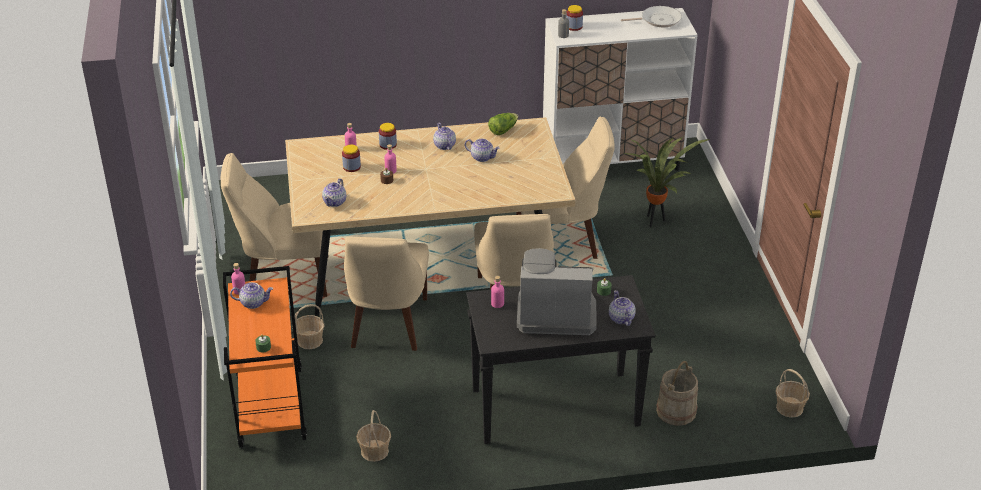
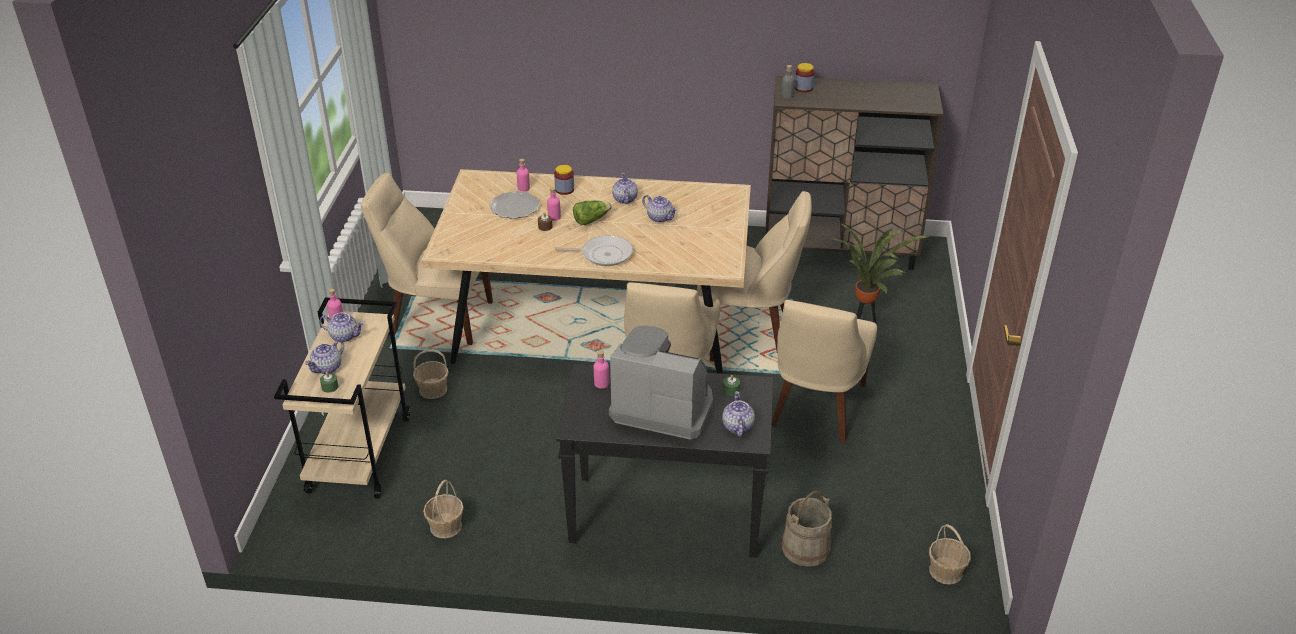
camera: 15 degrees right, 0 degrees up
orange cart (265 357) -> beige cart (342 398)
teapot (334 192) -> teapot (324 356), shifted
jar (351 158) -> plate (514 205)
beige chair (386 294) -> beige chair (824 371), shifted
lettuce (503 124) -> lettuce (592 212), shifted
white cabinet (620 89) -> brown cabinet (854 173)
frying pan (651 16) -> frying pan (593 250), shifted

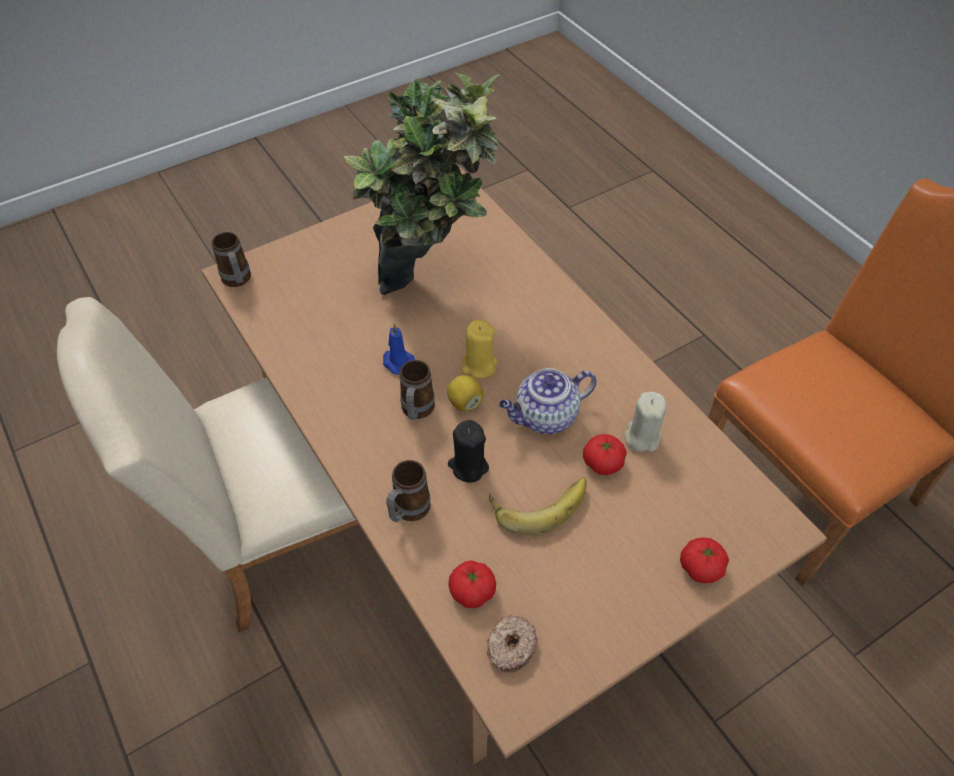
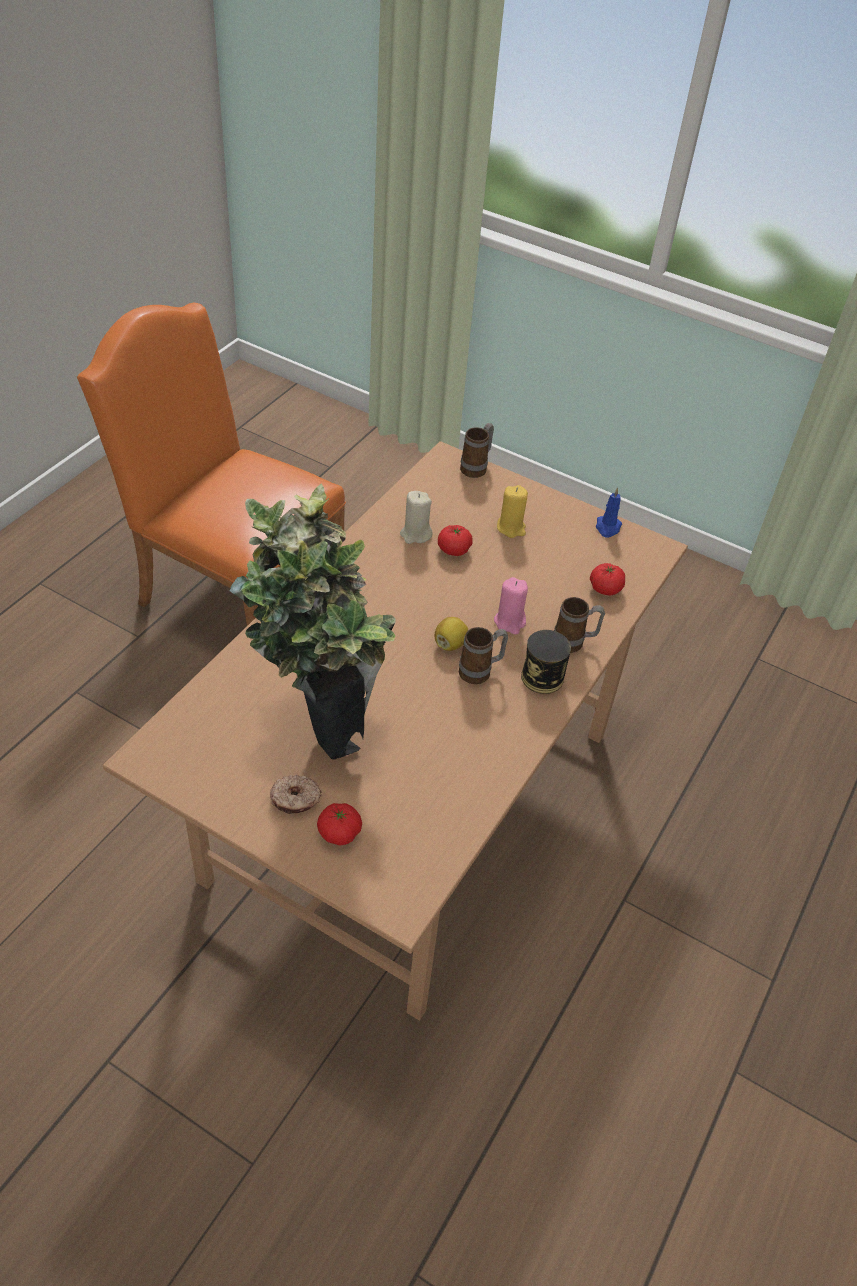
camera: 120 degrees left, 5 degrees down
beige chair (207 464) -> none
mug (231 259) -> mug (477 450), shifted
blue candle (399 349) -> blue candle (609 512), shifted
black candle (468 451) -> pink candle (511 605)
yellow candle (479 349) -> yellow candle (512 511), shifted
donut (512 643) -> donut (296 794), shifted
banana (537 506) -> none
teapot (548 401) -> none
tomato (704 560) -> tomato (339 824), shifted
none -> can (546 662)

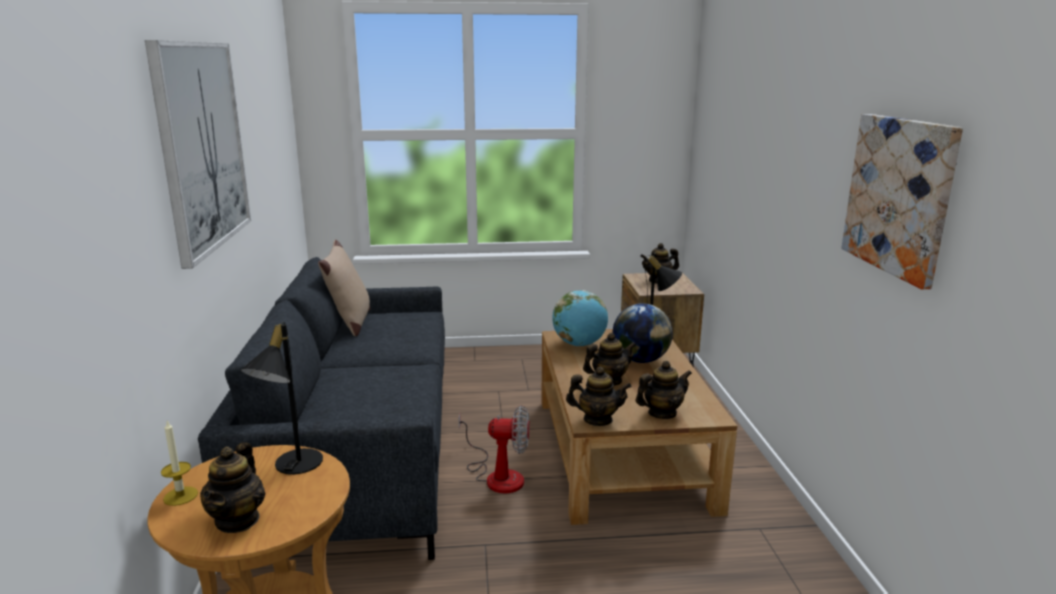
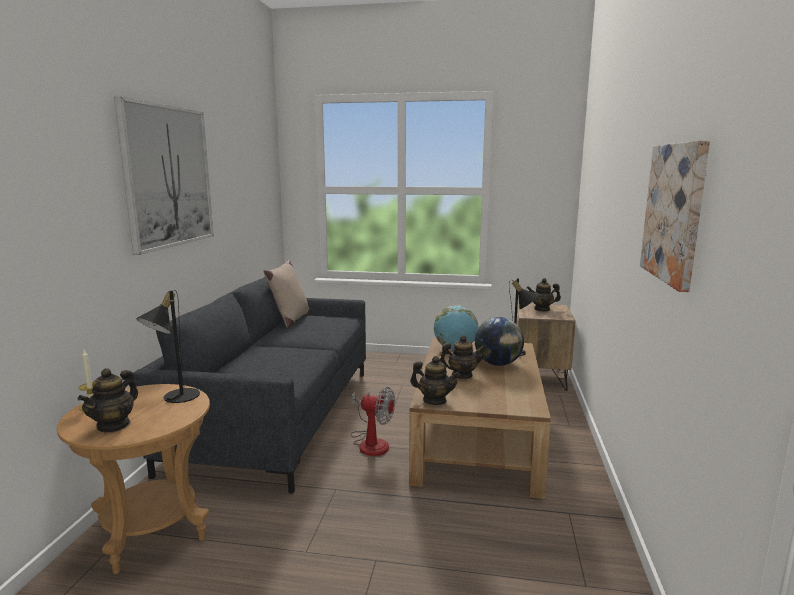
camera: 15 degrees right, 5 degrees down
teapot (664 390) -> none

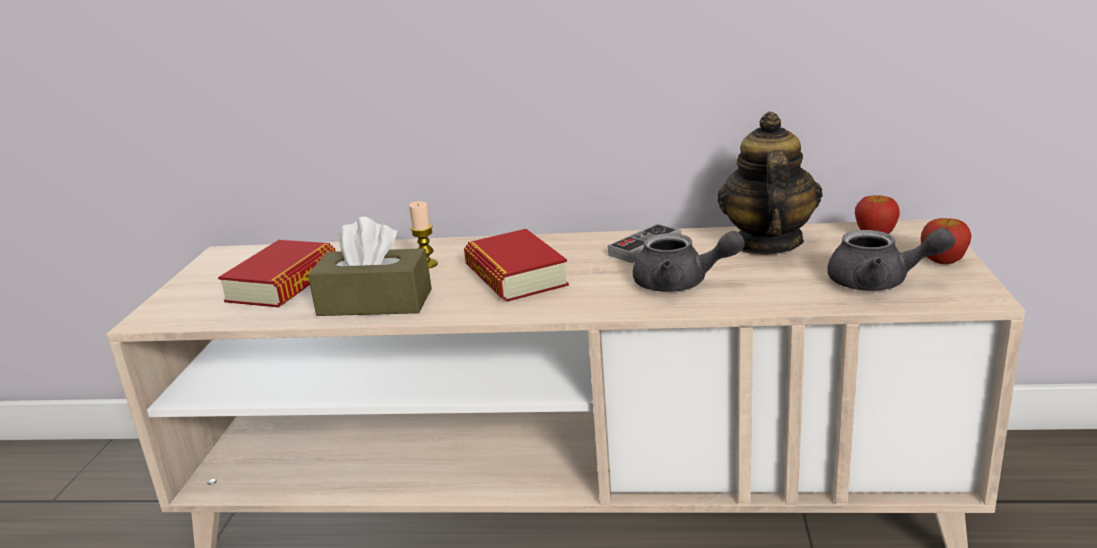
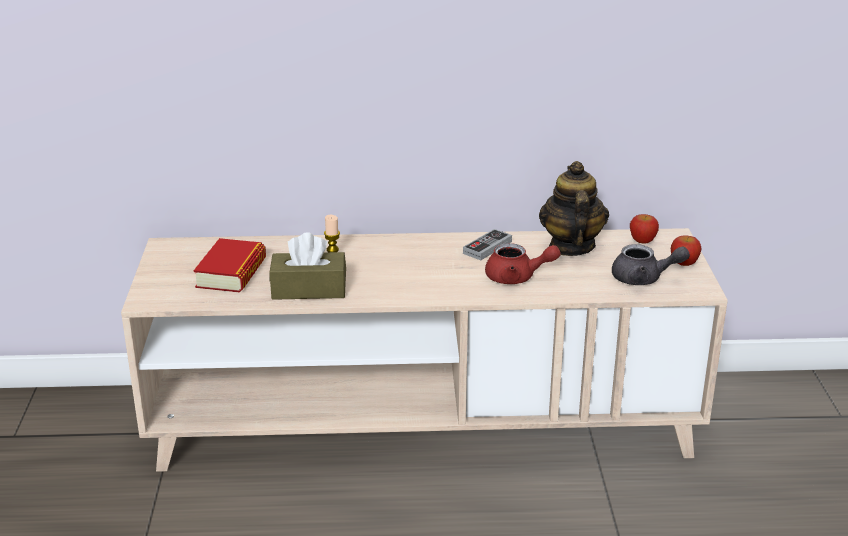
camera: 10 degrees left, 5 degrees up
book (516 265) -> none
grey teapot (689 261) -> red teapot (523 263)

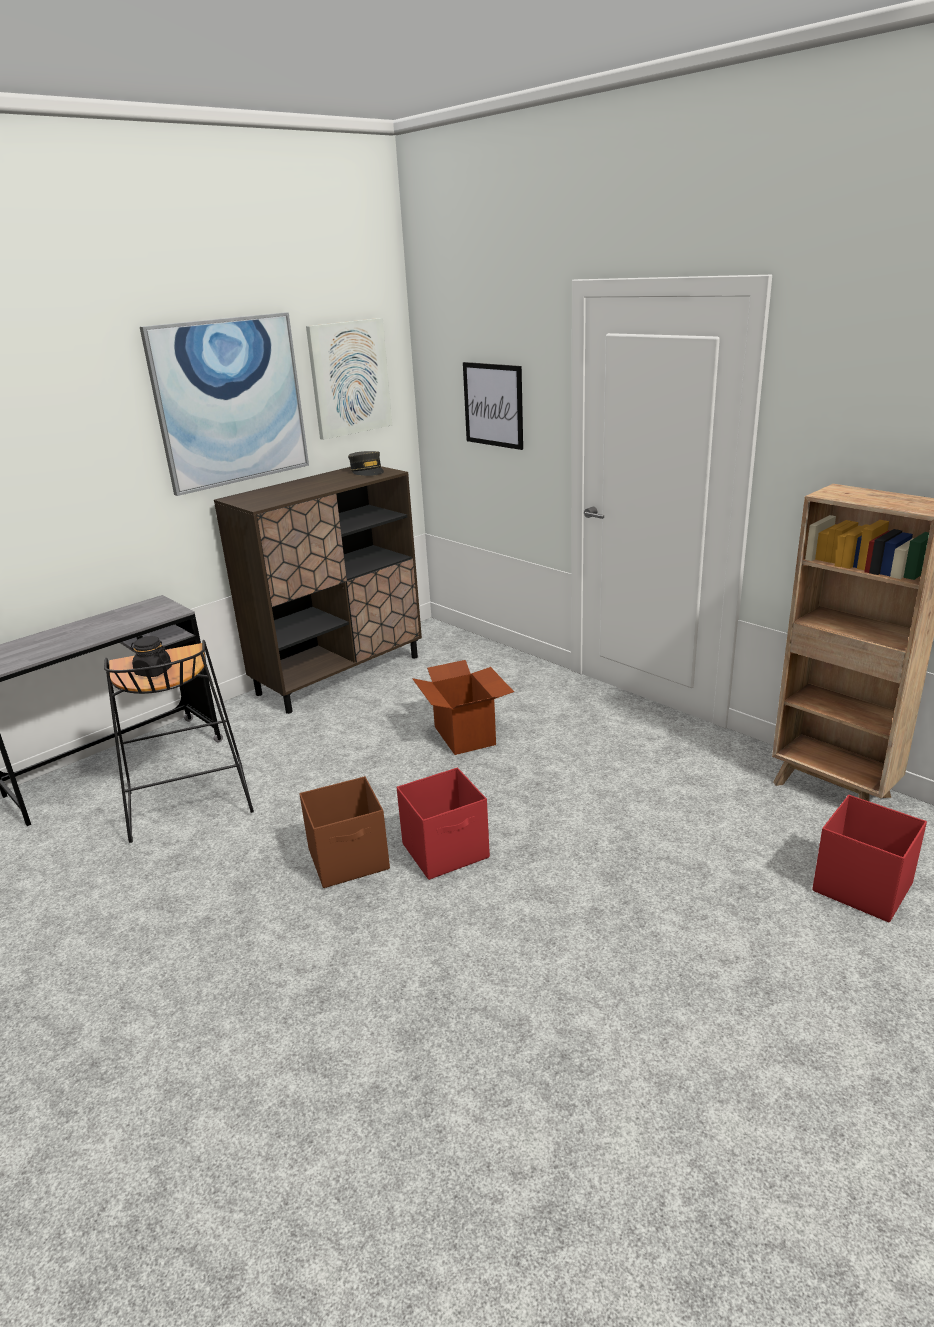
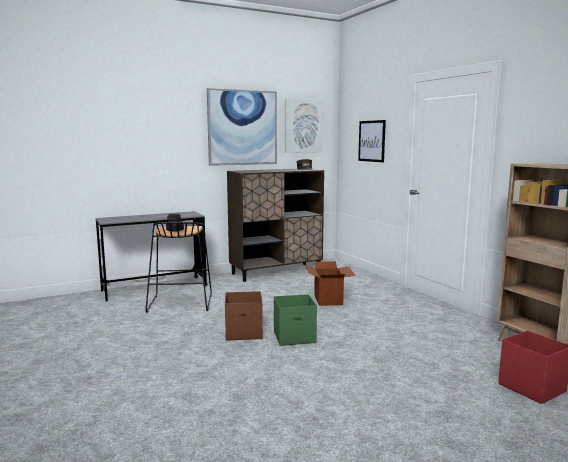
camera: 15 degrees right, 15 degrees down
red storage box (443 824) -> green storage box (295 320)

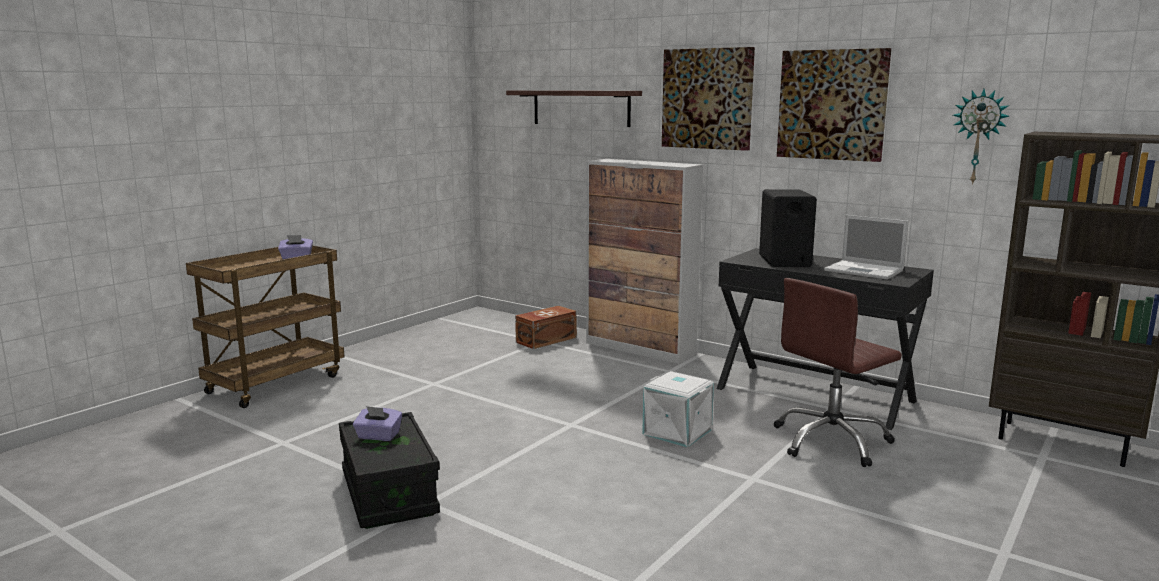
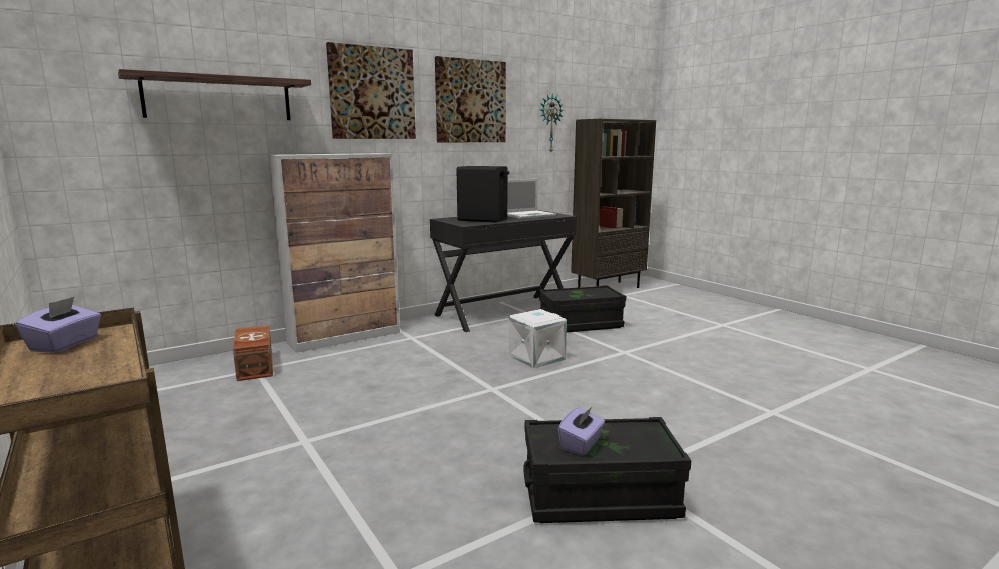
camera: 70 degrees left, 0 degrees up
brown office chair (837 372) -> black storage box (582 308)

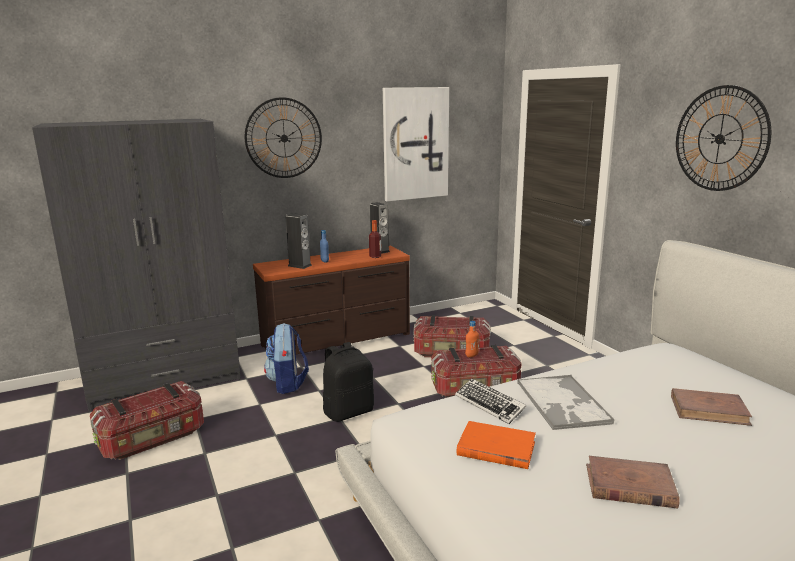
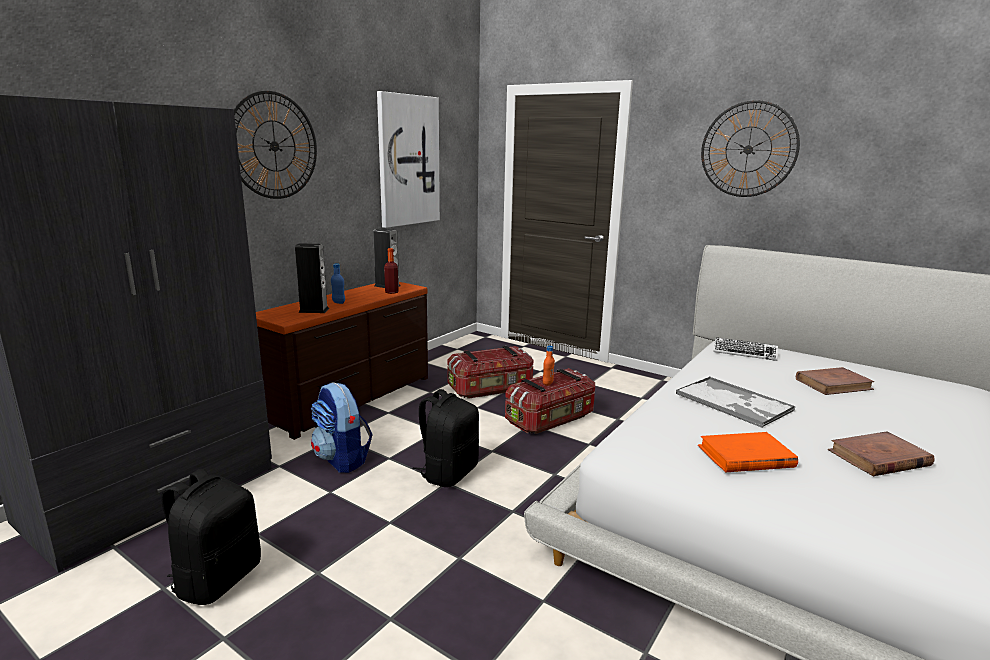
camera: 30 degrees left, 0 degrees up
storage box (147 420) -> black backpack (211 537)
keyboard (490 401) -> keyboard (746 349), shifted

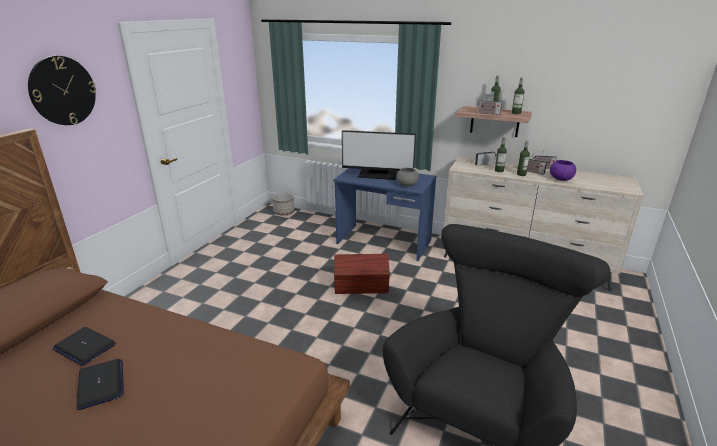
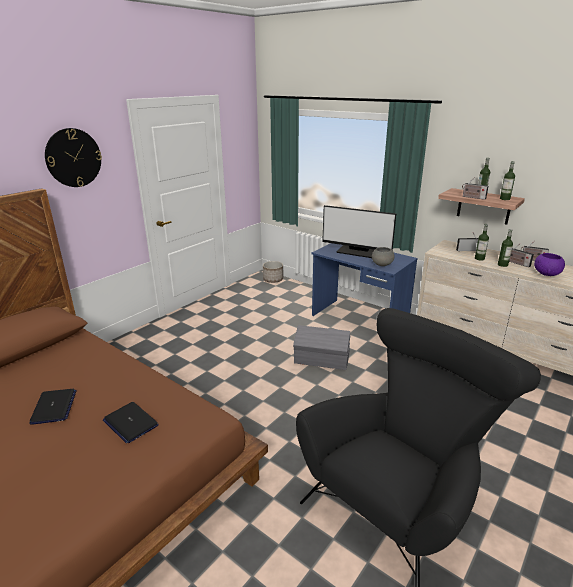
camera: 15 degrees right, 0 degrees up
laptop (84 346) -> laptop (131 422), shifted
brown storage box (362 274) -> grey storage box (321 347)

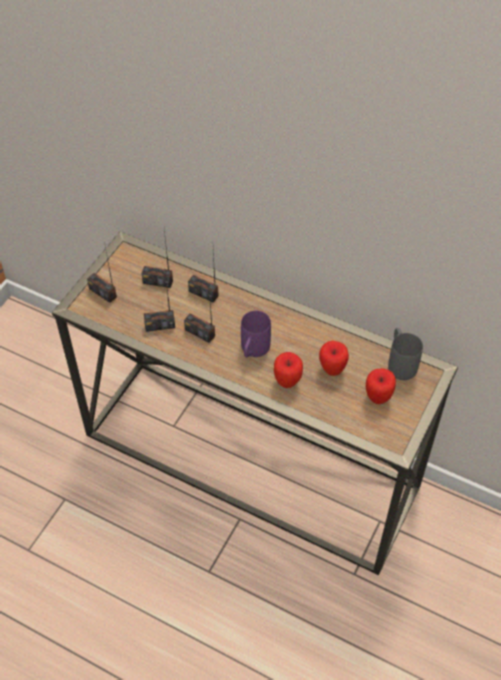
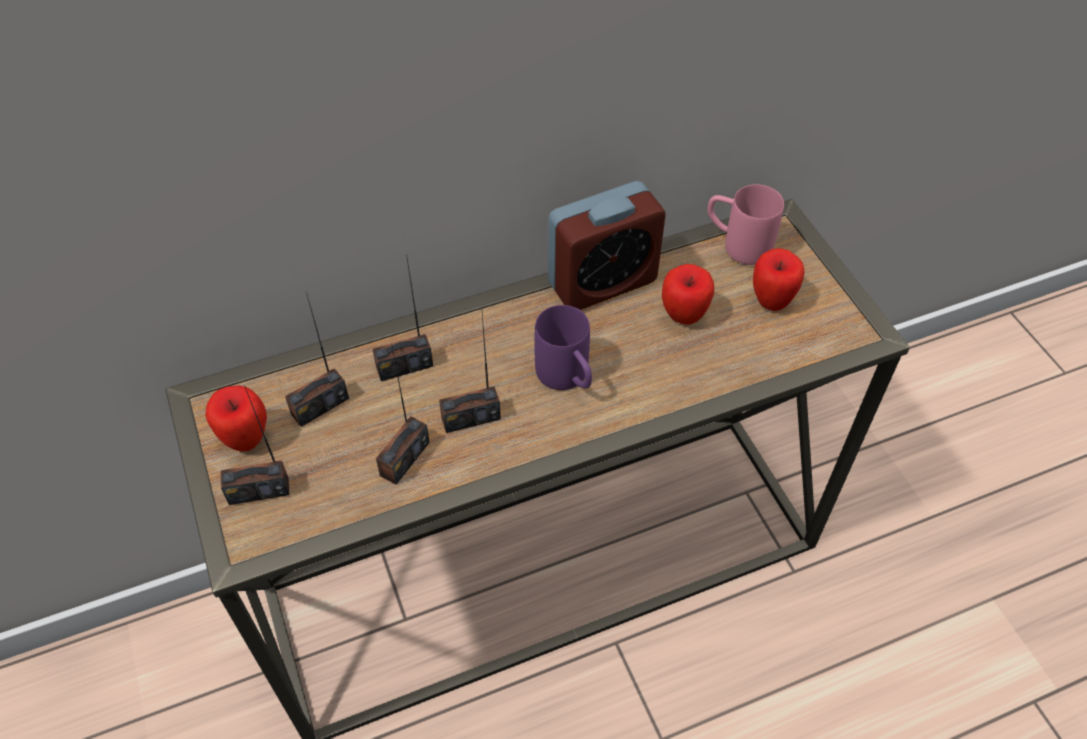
camera: 50 degrees left, 0 degrees up
apple (288 370) -> apple (236 419), shifted
grey mug (405 354) -> pink mug (745 224)
none -> alarm clock (607 245)

